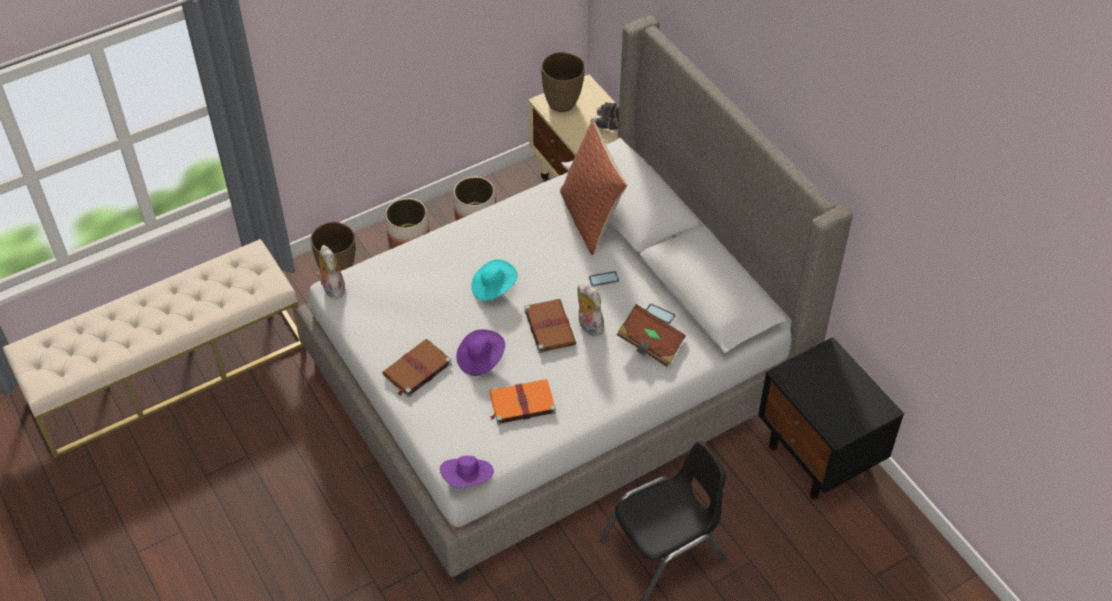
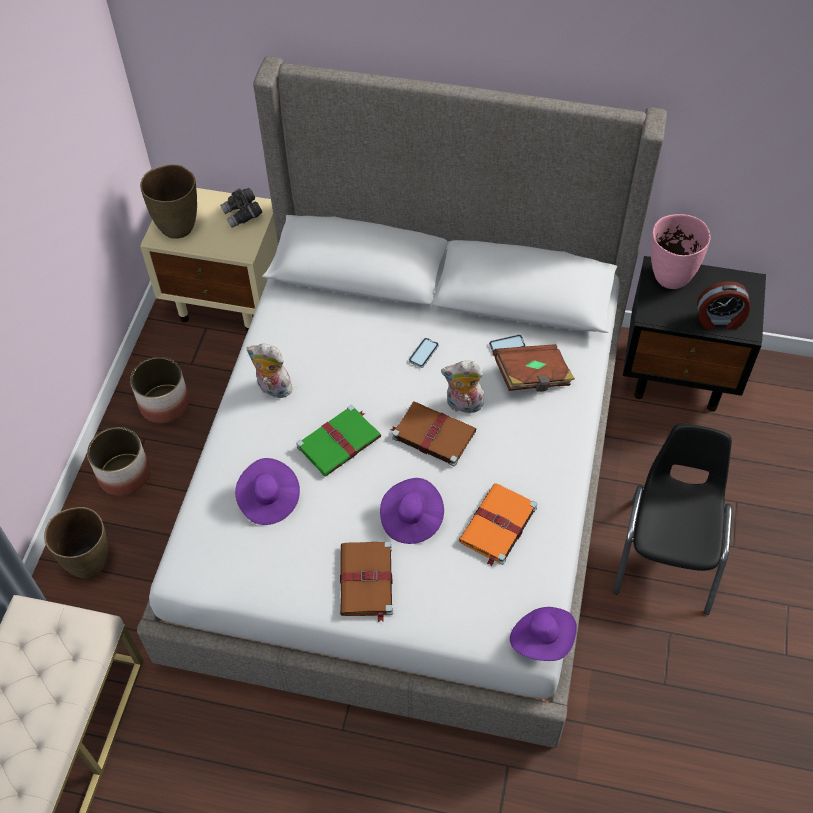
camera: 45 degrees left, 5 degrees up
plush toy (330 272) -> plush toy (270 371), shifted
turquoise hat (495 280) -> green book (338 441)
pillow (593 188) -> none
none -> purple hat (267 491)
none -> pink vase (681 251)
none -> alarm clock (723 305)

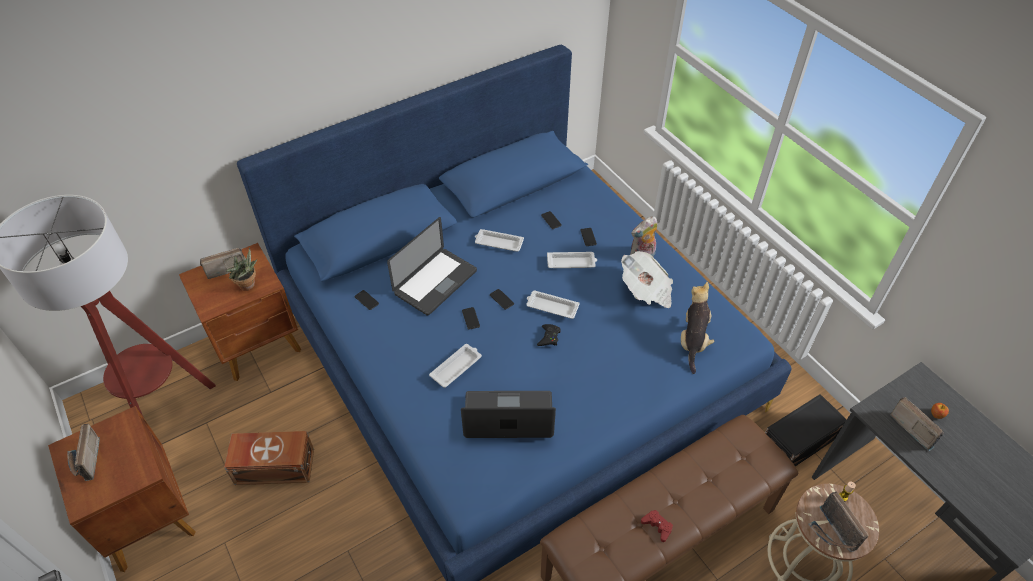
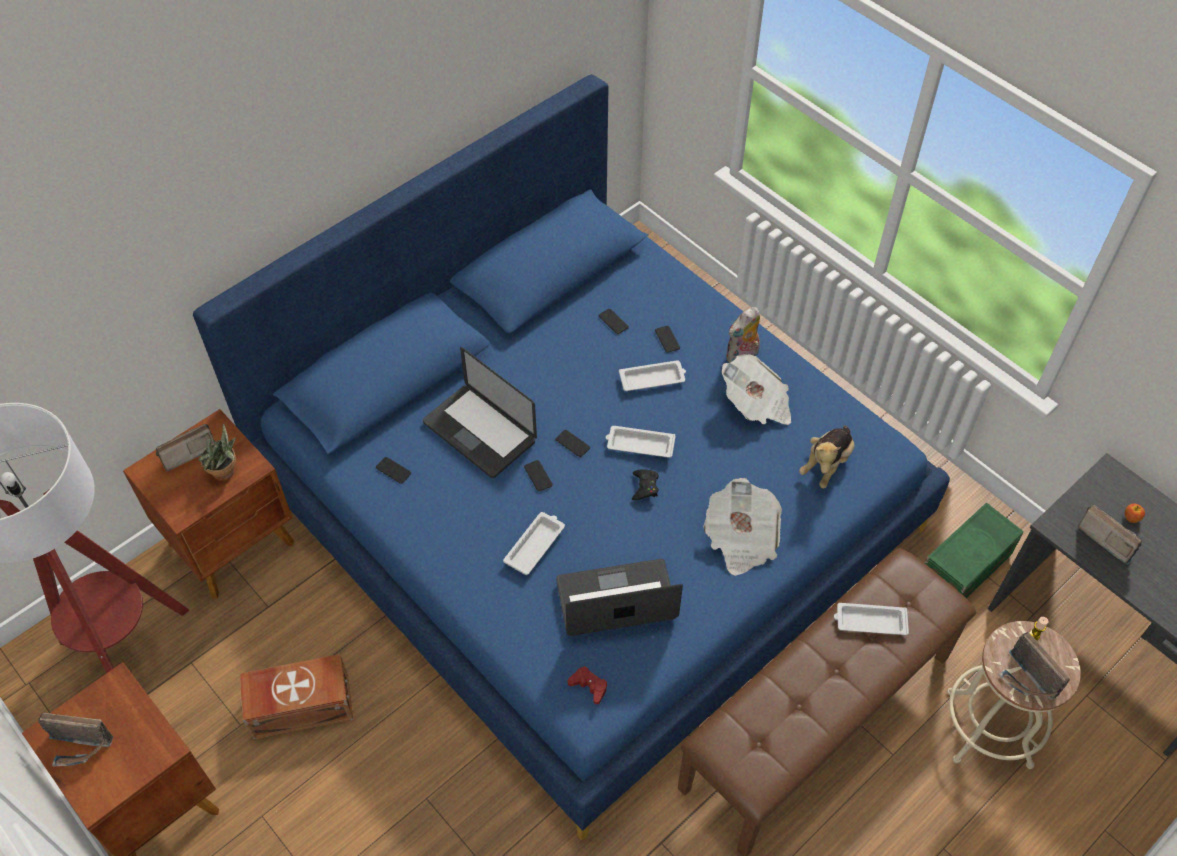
camera: 10 degrees left, 5 degrees up
radio (83 452) -> radio (75 739), 60 degrees counterclockwise
laptop (432 266) -> laptop (480 412), 105 degrees clockwise
white tray (499 240) -> white tray (871 619), shifted
red game controller (657 526) -> red game controller (587 685), shifted
plush toy (698 328) -> plush toy (827 456), 150 degrees counterclockwise
black storage box (806 430) -> green storage box (974 550)
none -> newspaper (742 527)

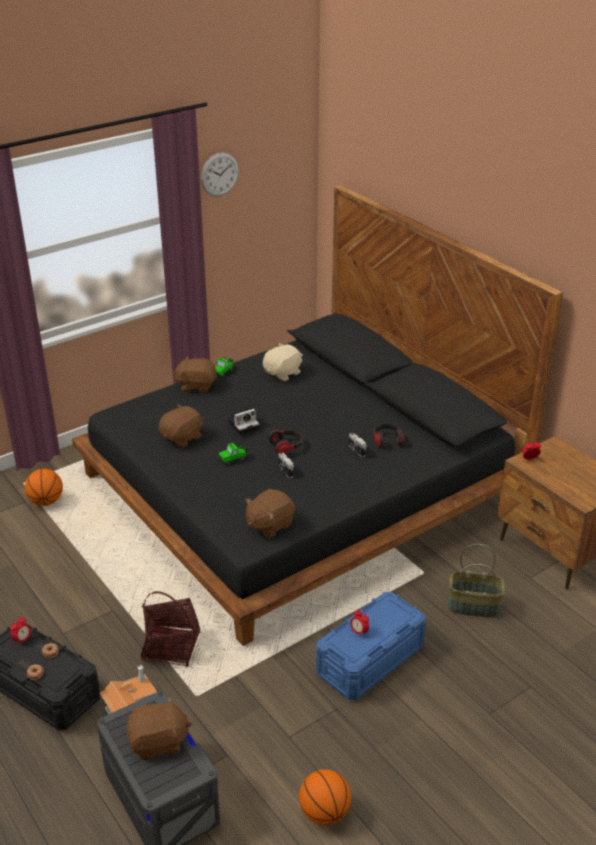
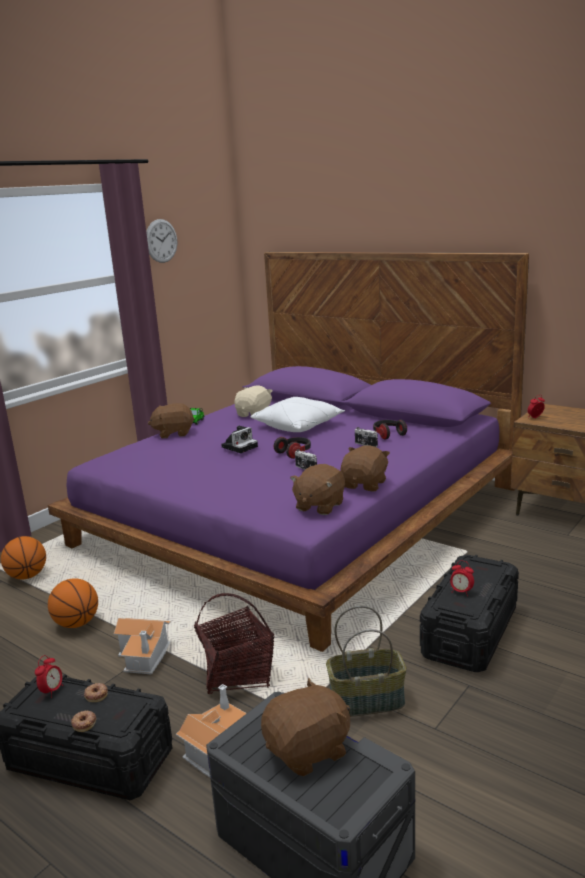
camera: 15 degrees left, 15 degrees down
black bed (317 415) -> purple bed (288 452)
brown plush toy (181 425) -> brown plush toy (365 468), shifted
toy car (233 454) -> none
basketball (325 797) -> basketball (73 603), shifted
blue storage box (371 646) -> black storage box (469 613)
basket (476 581) -> basket (366 661), shifted
none -> toy house (142 646)
none -> white pillow (298 414)

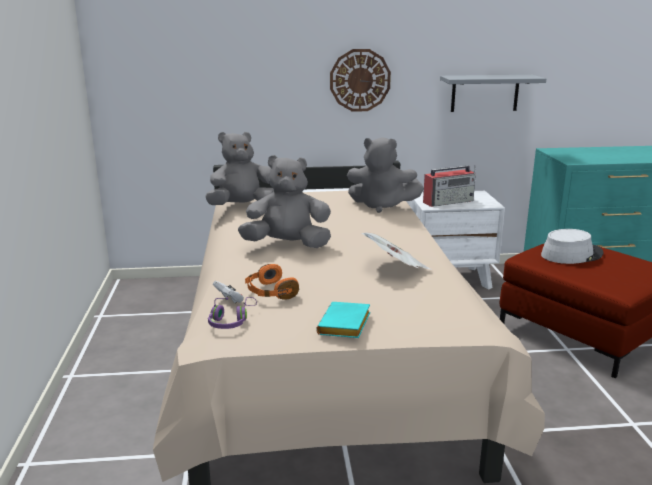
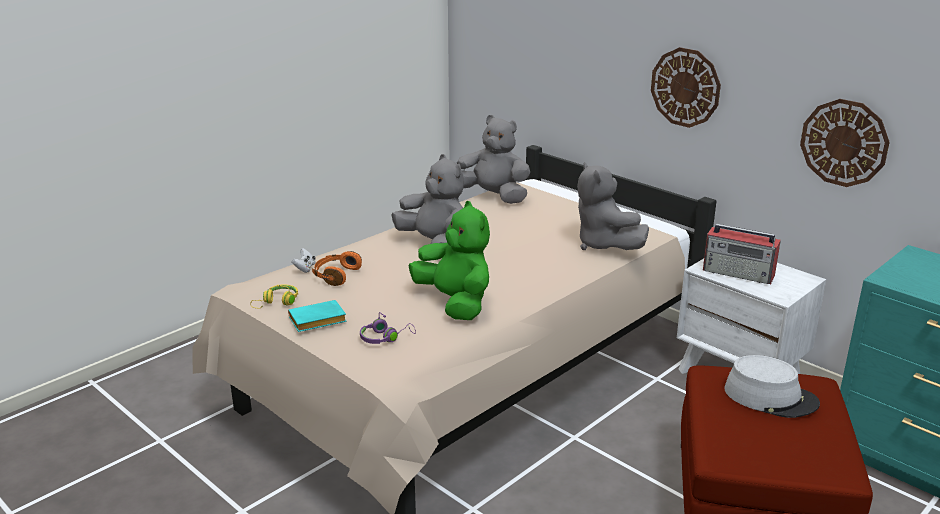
camera: 50 degrees right, 5 degrees up
purple headphones (232 313) -> purple headphones (388 328), shifted
newspaper (396 251) -> green plush toy (449 260)
grey shelf (493 93) -> wall clock (845 143)
none -> yellow headphones (274 297)

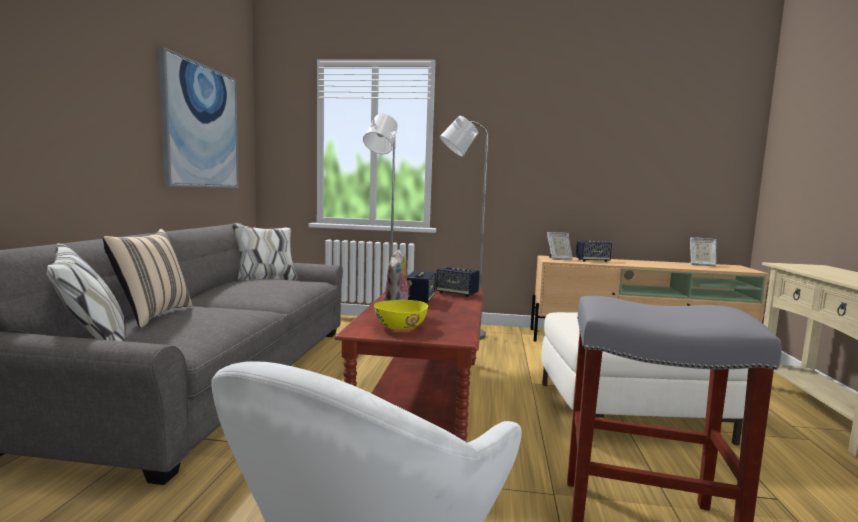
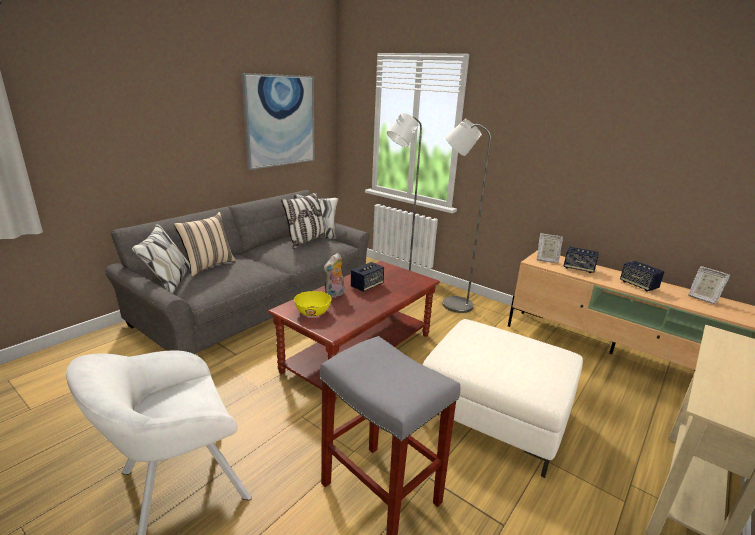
camera: 30 degrees right, 15 degrees up
speaker (458 282) -> speaker (642 276), shifted
none -> pillow (304 220)

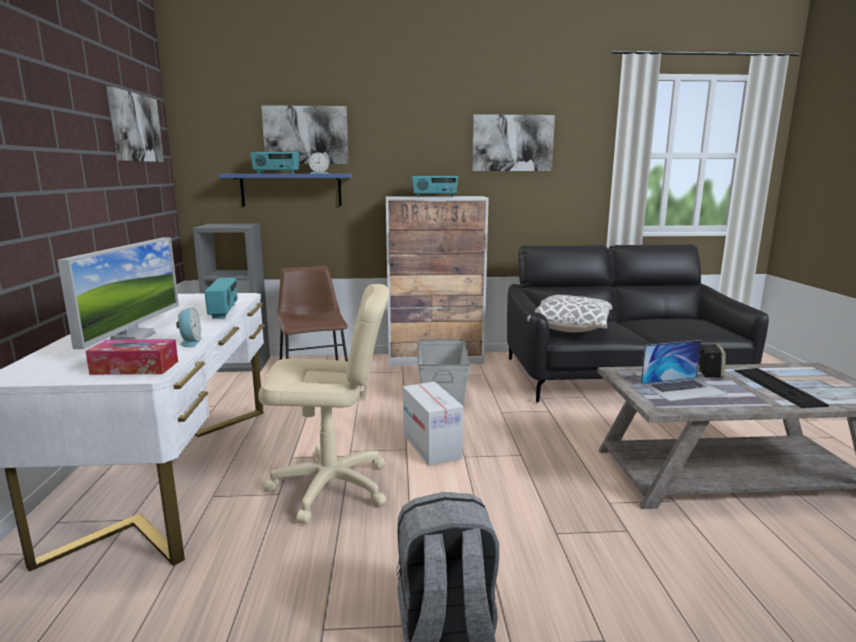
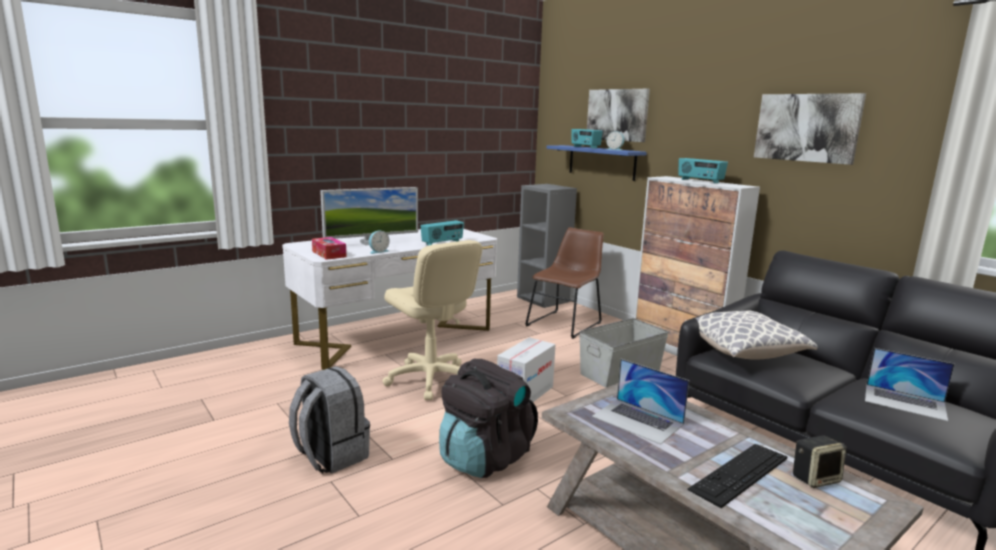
camera: 55 degrees right, 0 degrees up
picture (135 124) -> none
speaker (712 361) -> speaker (819 461), shifted
none -> black backpack (488 418)
none -> laptop (909 384)

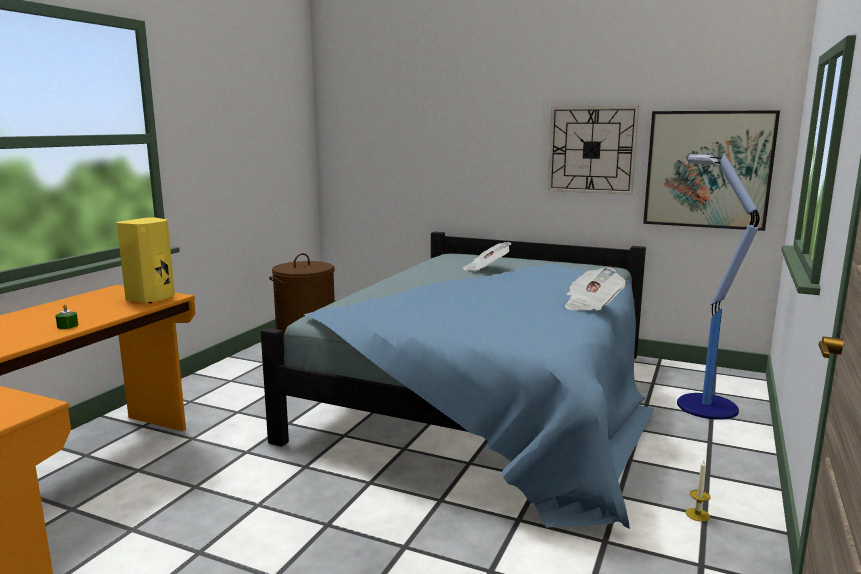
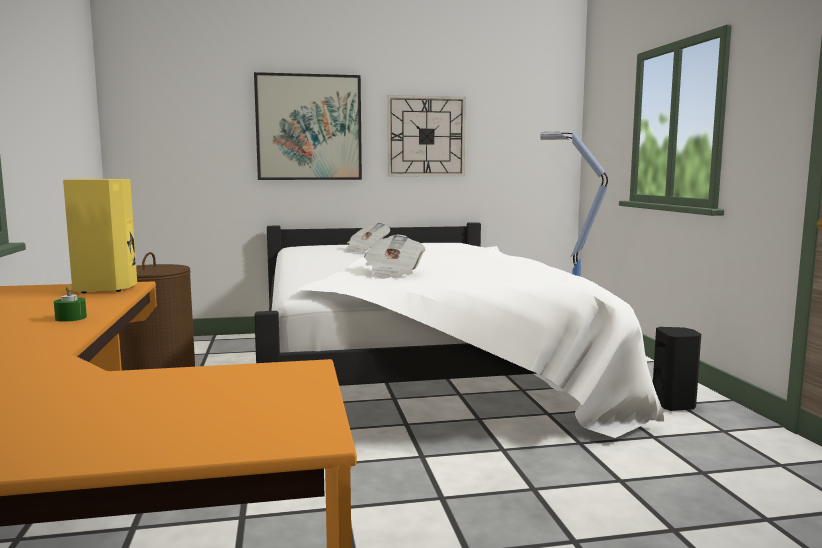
camera: 35 degrees left, 5 degrees down
blue bed (458 380) -> white bed (459 330)
newspaper (595 289) -> newspaper (394 257), shifted
picture (711 170) -> picture (308 126), shifted
candle (698 491) -> black speaker (677 369)

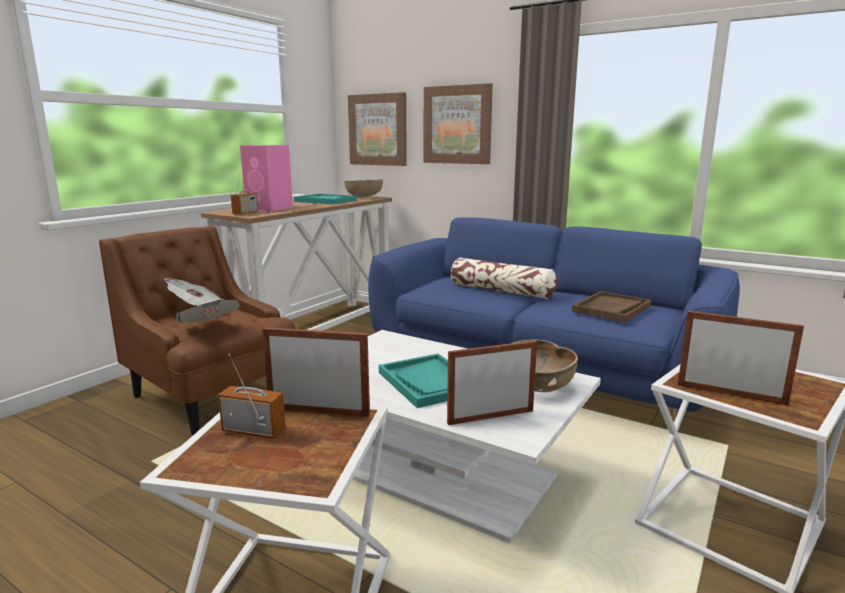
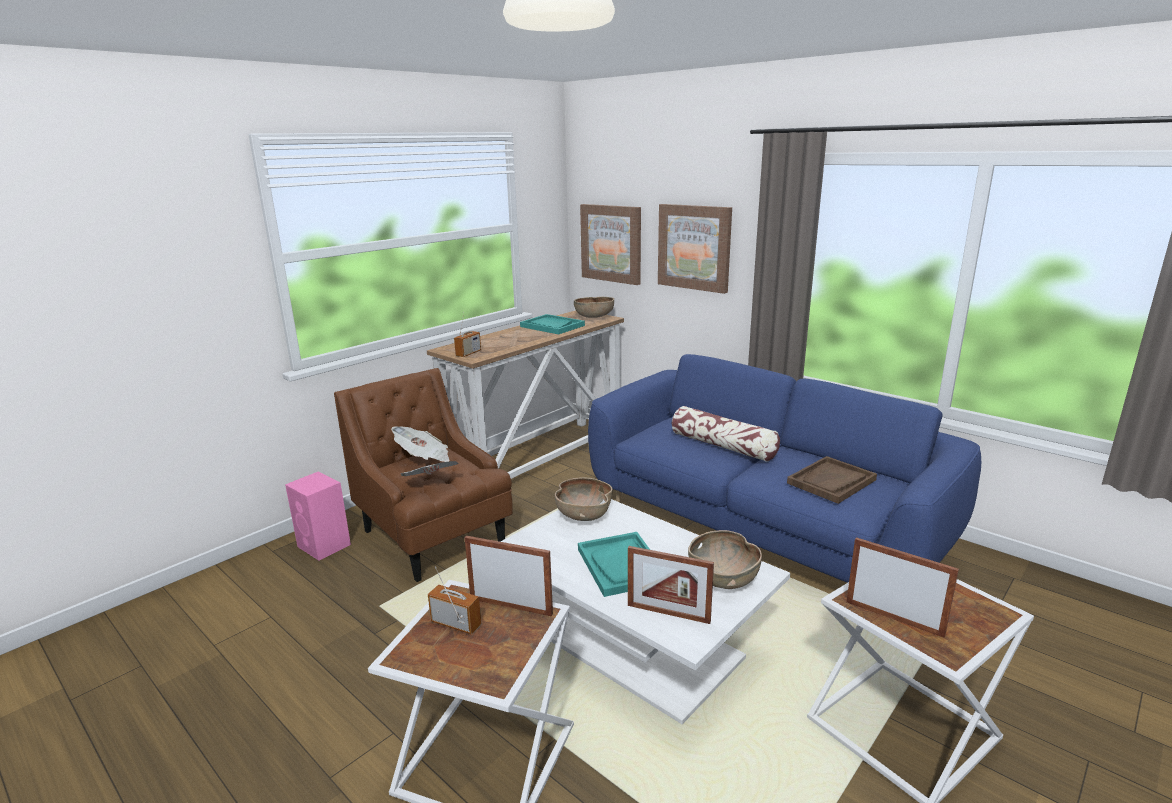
camera: 10 degrees right, 5 degrees up
pink speaker (266 178) -> pink speaker (318 515), shifted
picture frame (492 383) -> picture frame (671 585), 150 degrees counterclockwise
none -> brown bowl (584 499)

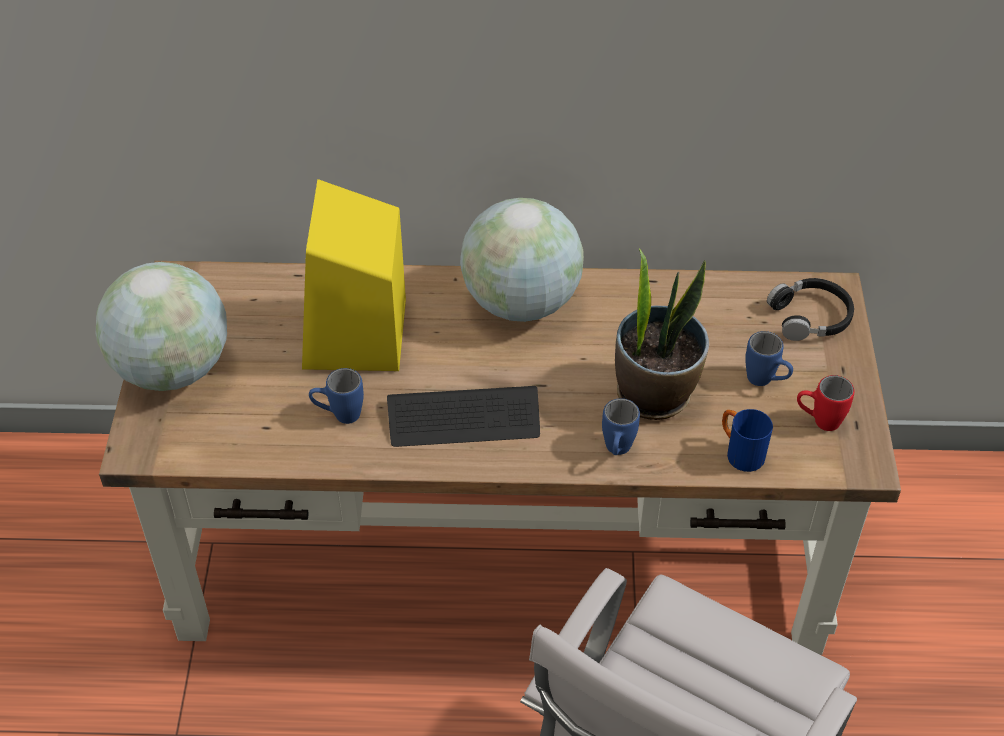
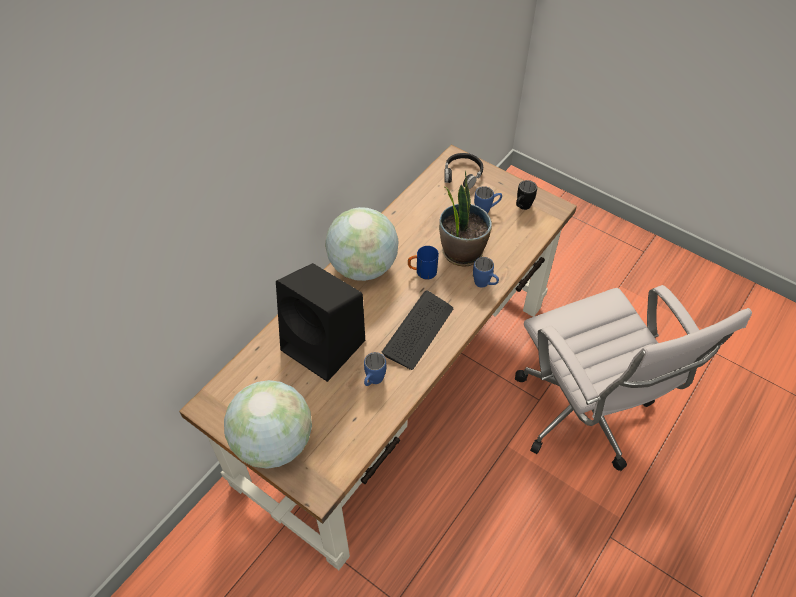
camera: 55 degrees left, 5 degrees up
yellow speaker (354 275) -> black speaker (320 322)
blue mug (747 440) -> blue mug (423 263), shifted
red mug (825 403) -> black mug (526 195)

